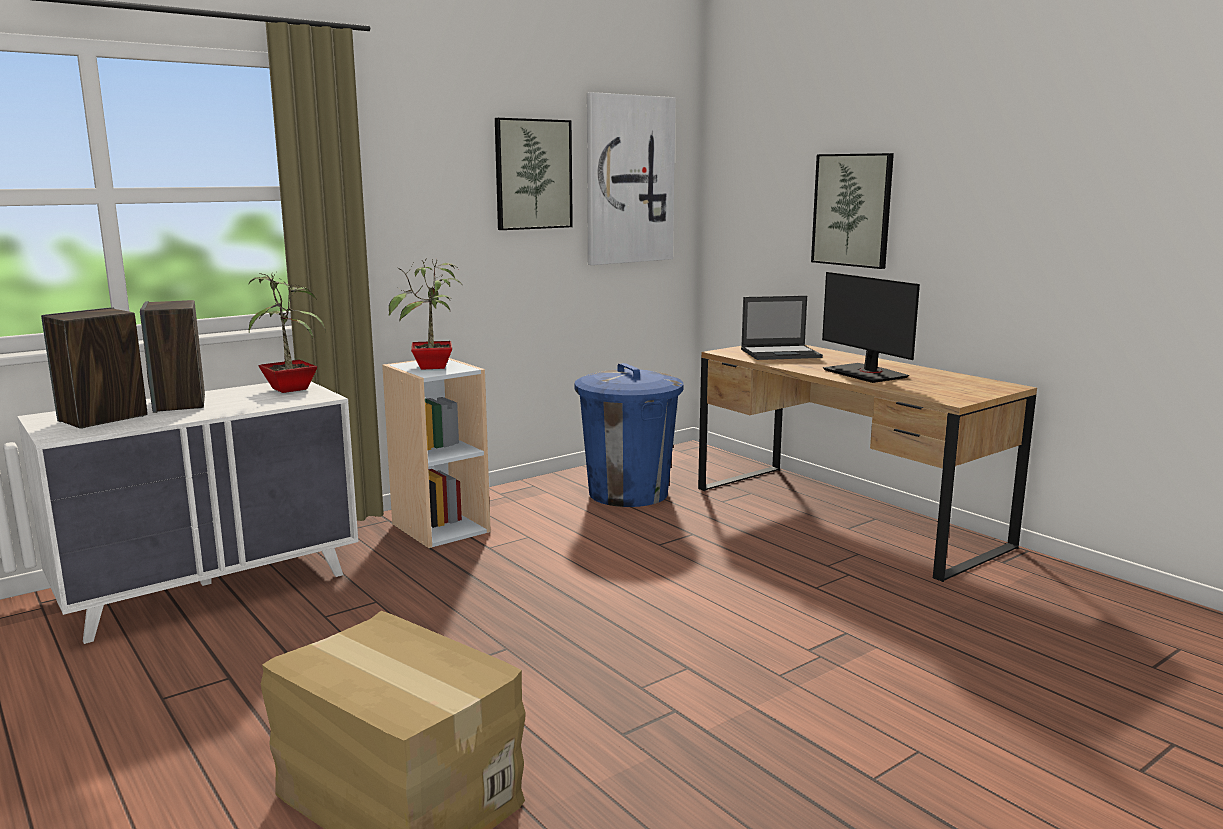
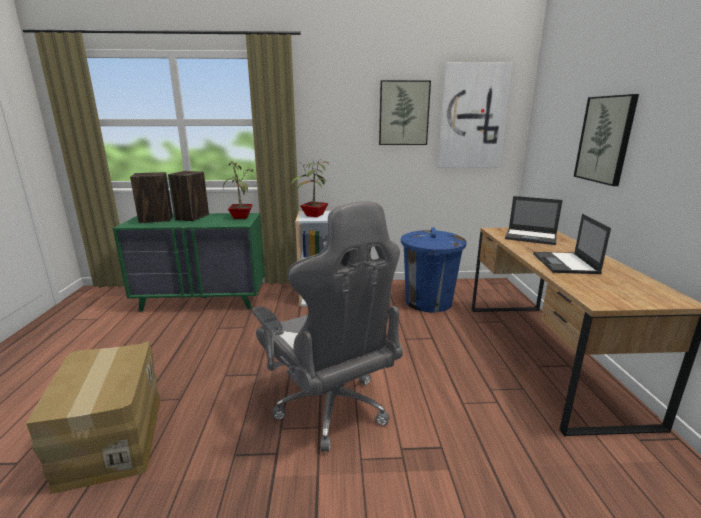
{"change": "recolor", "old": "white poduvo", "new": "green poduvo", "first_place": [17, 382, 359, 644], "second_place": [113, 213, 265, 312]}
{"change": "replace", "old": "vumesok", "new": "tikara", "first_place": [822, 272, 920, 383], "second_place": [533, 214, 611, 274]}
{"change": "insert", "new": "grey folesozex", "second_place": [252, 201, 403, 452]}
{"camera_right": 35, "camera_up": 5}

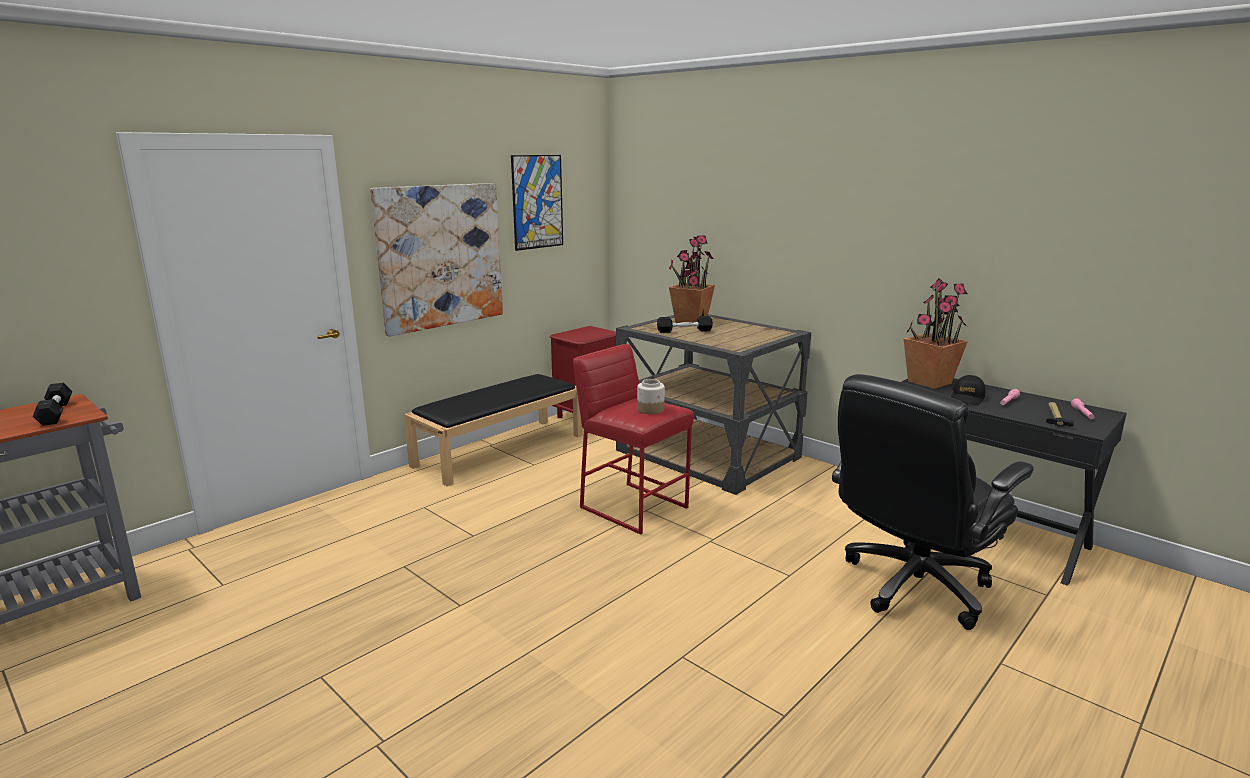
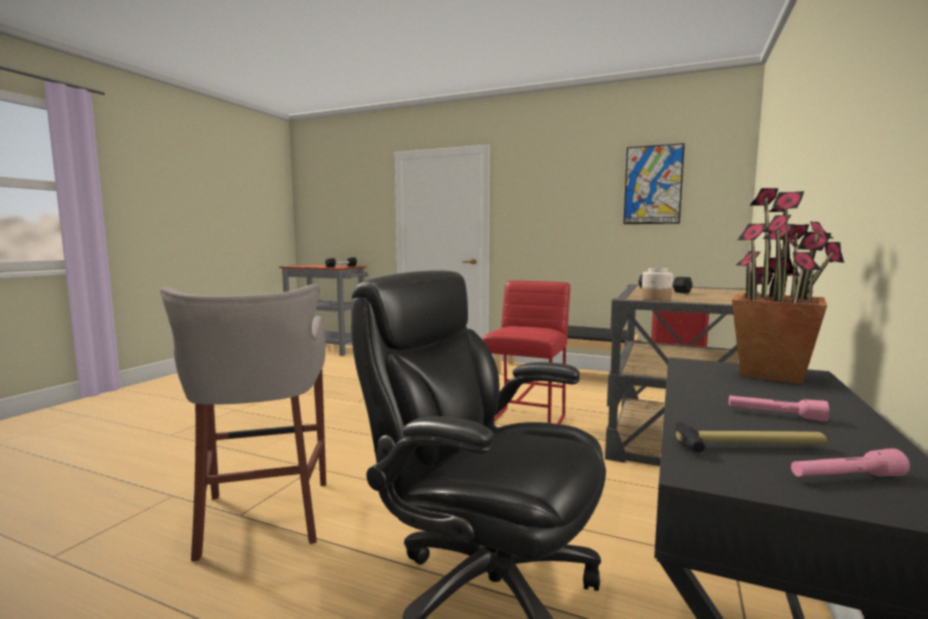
{"change": "delete", "old": "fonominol", "first_place": [370, 183, 503, 336]}
{"change": "move", "old": "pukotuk", "first_place": [637, 379, 665, 414], "second_place": [641, 268, 673, 301]}
{"change": "delete", "old": "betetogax", "first_place": [669, 235, 715, 323]}
{"change": "delete", "old": "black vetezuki", "first_place": [951, 375, 986, 405]}
{"change": "insert", "new": "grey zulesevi", "second_place": [160, 284, 326, 561]}
{"camera_right": 70, "camera_up": -10}

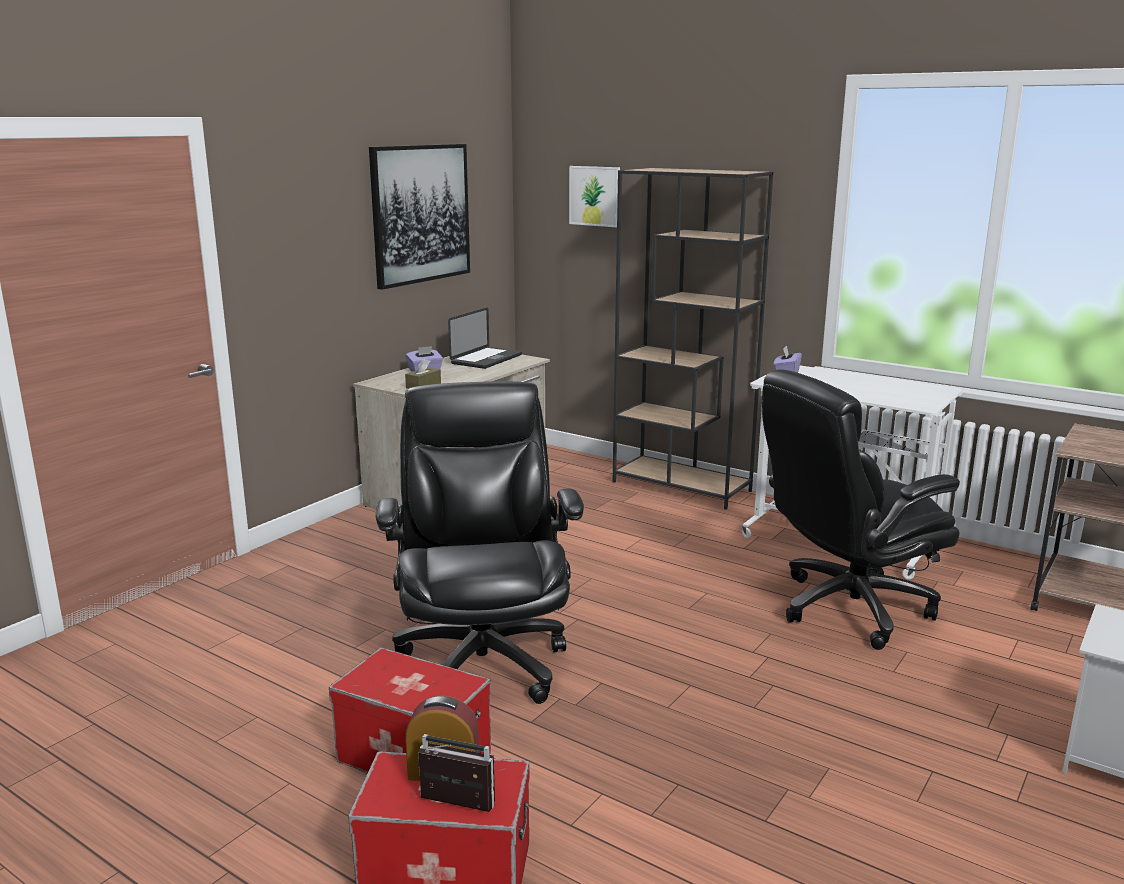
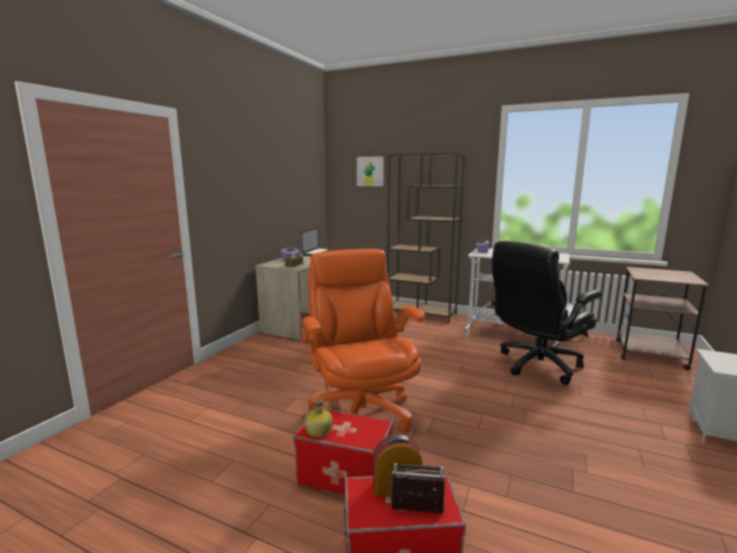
{"change": "delete", "old": "fonominol", "first_place": [369, 144, 470, 290]}
{"change": "recolor", "old": "black folesozex", "new": "orange folesozex", "first_place": [376, 381, 584, 704], "second_place": [302, 249, 425, 433]}
{"change": "insert", "new": "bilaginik", "second_place": [304, 398, 333, 437]}
{"camera_right": -10, "camera_up": -5}

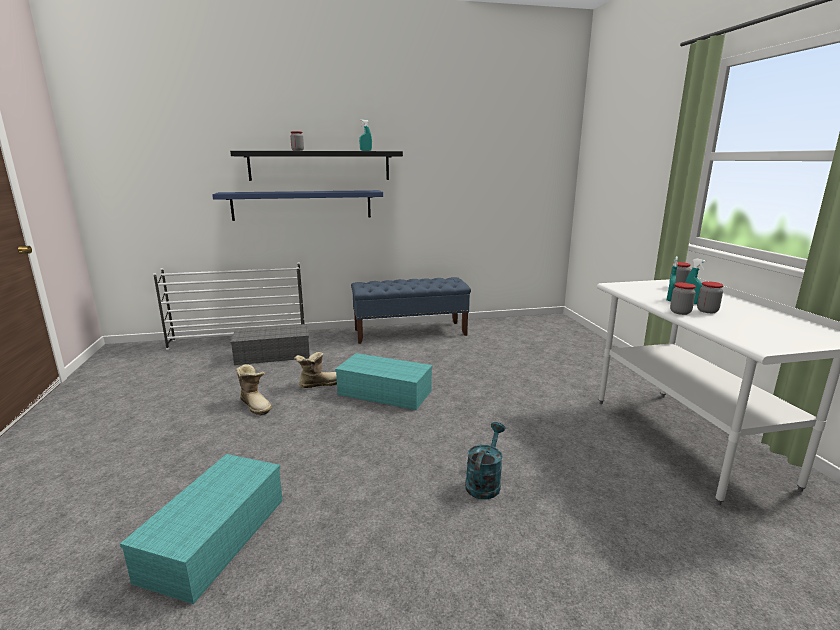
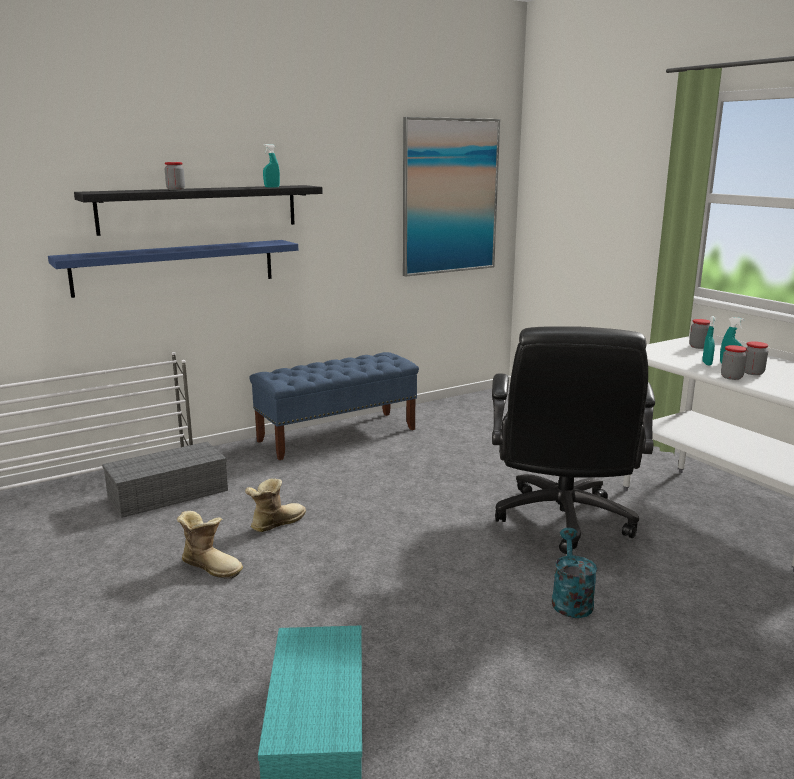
{"change": "delete", "old": "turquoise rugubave", "first_place": [335, 353, 432, 410]}
{"change": "insert", "new": "fonominol", "second_place": [403, 117, 500, 277]}
{"change": "insert", "new": "black folesozex", "second_place": [492, 326, 655, 554]}
{"camera_right": -20, "camera_up": 0}

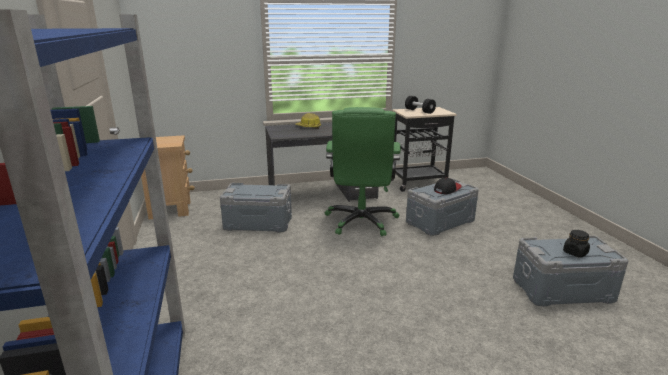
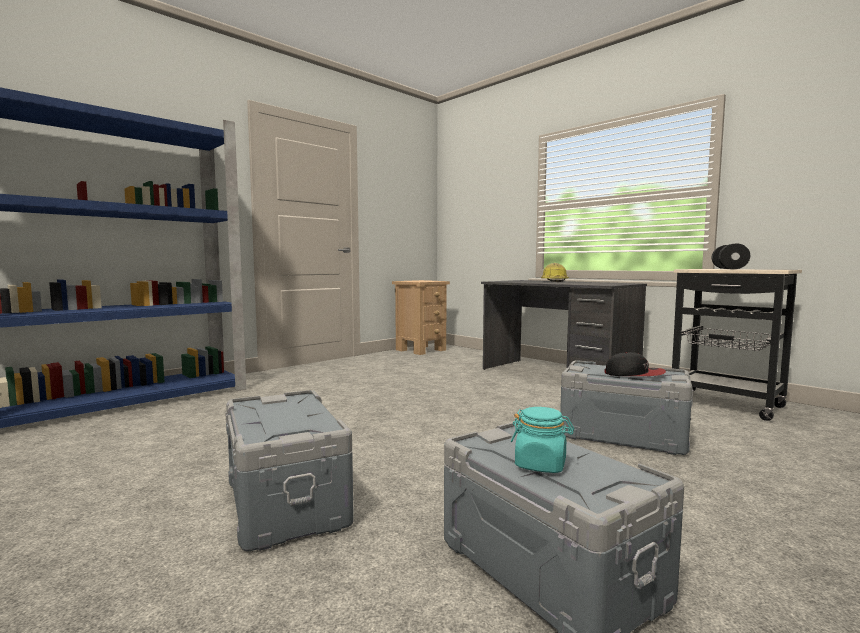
{"change": "move", "old": "grey rugubave", "first_place": [220, 183, 292, 232], "second_place": [225, 390, 354, 551]}
{"change": "delete", "old": "green folesozex", "first_place": [325, 107, 401, 236]}
{"change": "recolor", "old": "black pukotuk", "new": "turquoise pukotuk", "first_place": [563, 230, 590, 258], "second_place": [511, 407, 574, 473]}
{"camera_right": 60, "camera_up": -15}

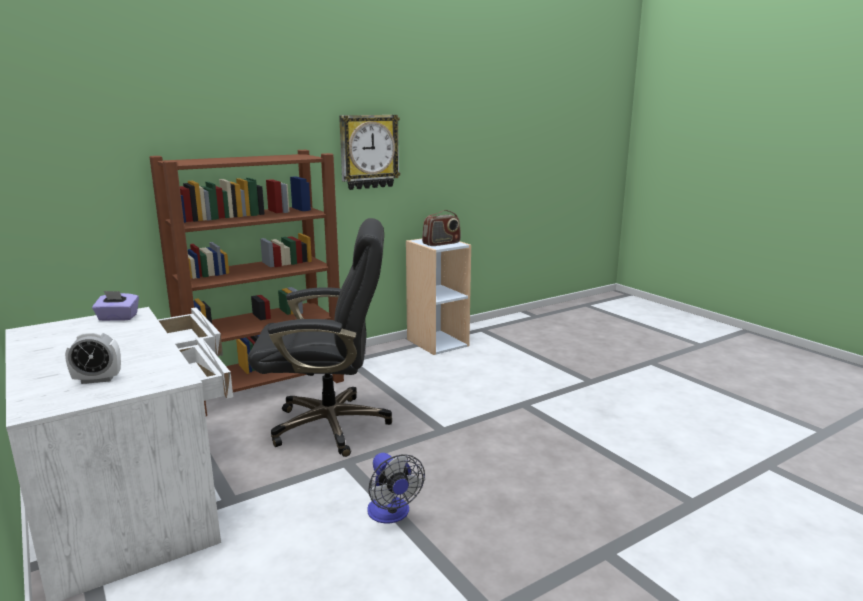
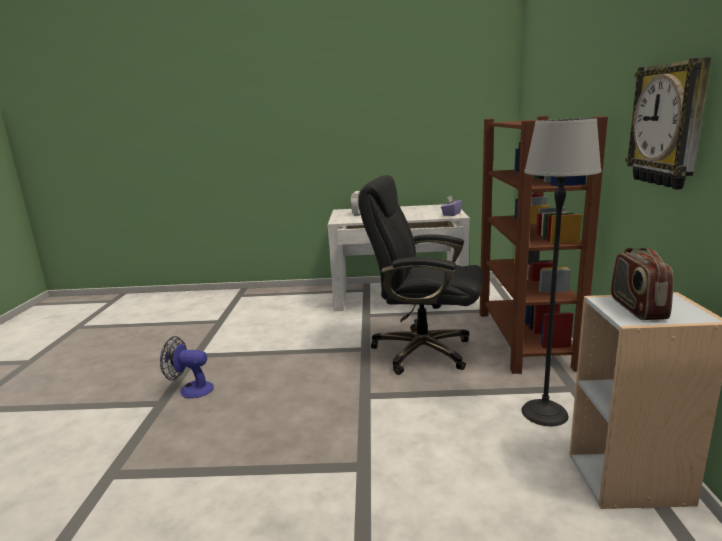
{"change": "rotate", "old": "black folesozex", "first_place": [248, 218, 392, 457], "second_place": [358, 175, 483, 375], "degrees": 75}
{"change": "move", "old": "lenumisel", "first_place": [367, 453, 425, 523], "second_place": [160, 336, 214, 398]}
{"change": "insert", "new": "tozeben", "second_place": [521, 118, 601, 426]}
{"camera_right": 125, "camera_up": 0}

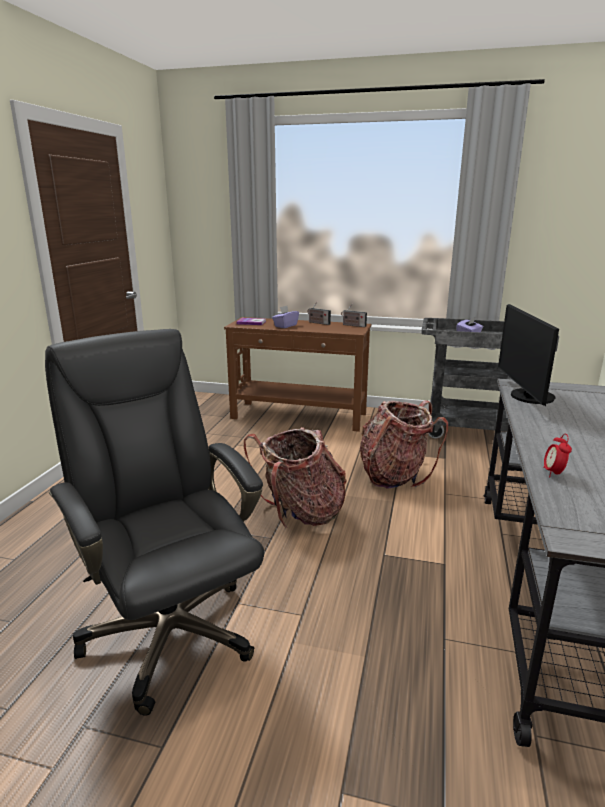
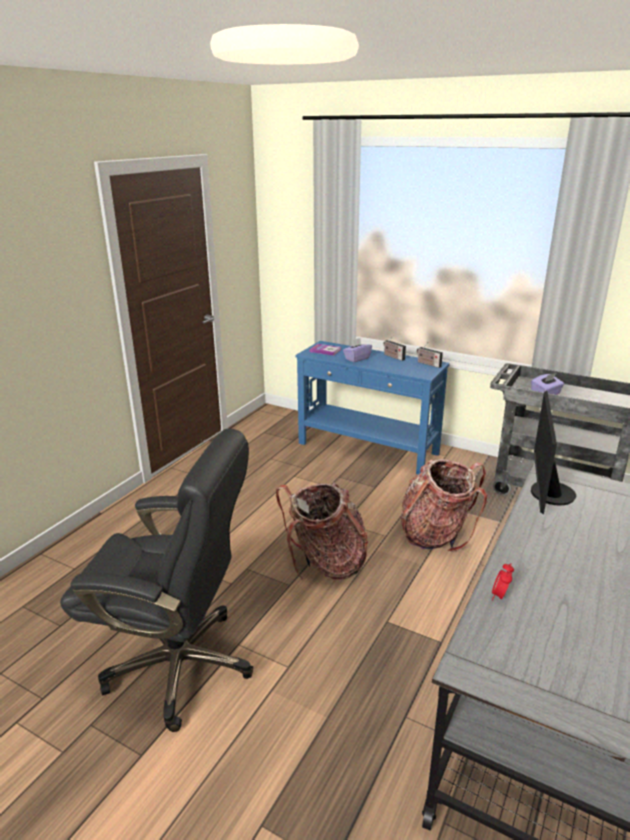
{"change": "rotate", "old": "black folesozex", "first_place": [45, 329, 264, 716], "second_place": [60, 428, 253, 732], "degrees": 120}
{"change": "recolor", "old": "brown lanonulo", "new": "blue lanonulo", "first_place": [224, 317, 371, 432], "second_place": [296, 341, 450, 475]}
{"camera_right": 15, "camera_up": 5}

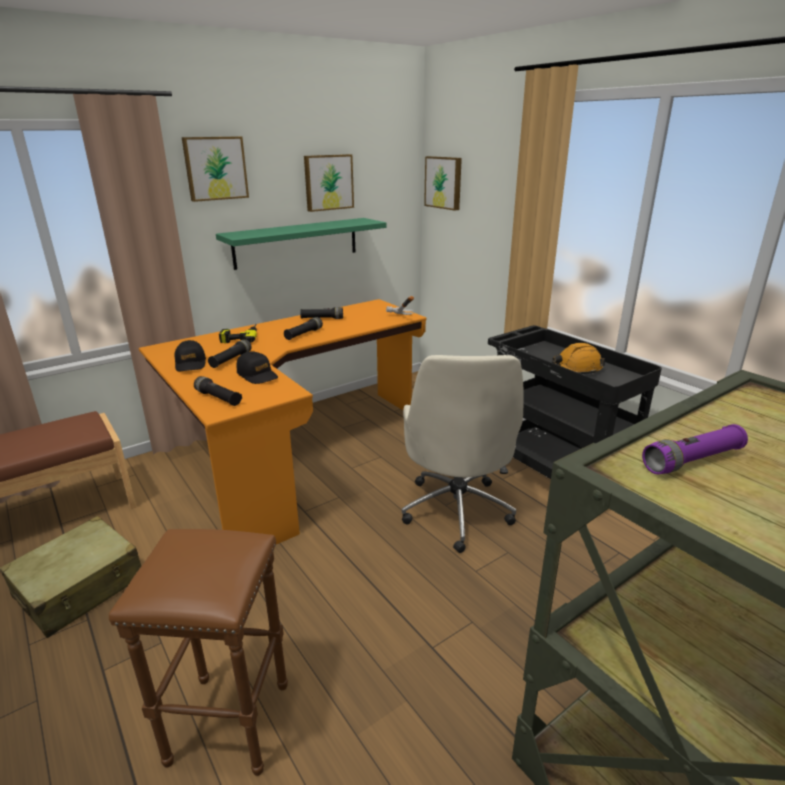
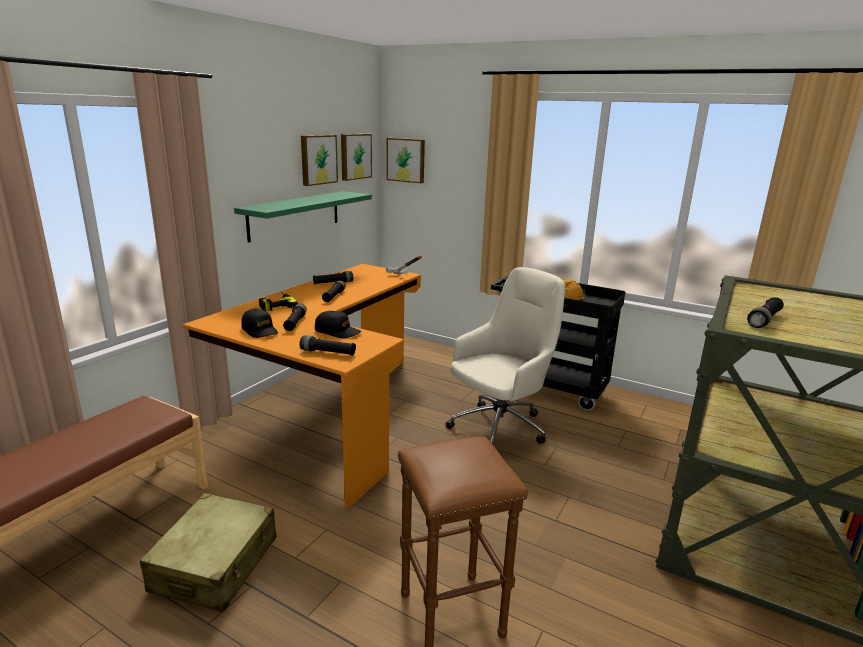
{"change": "move", "old": "fonominol", "first_place": [182, 137, 249, 202], "second_place": [341, 134, 372, 181]}
{"change": "rotate", "old": "beige folesozex", "first_place": [402, 355, 524, 553], "second_place": [446, 267, 565, 445], "degrees": -105}
{"change": "recolor", "old": "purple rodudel", "new": "black rodudel", "first_place": [642, 424, 748, 474], "second_place": [747, 297, 784, 328]}
{"camera_right": -25, "camera_up": -5}

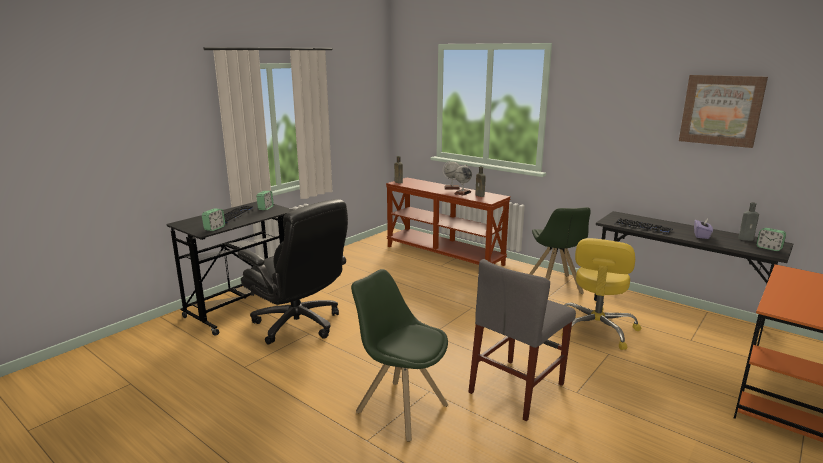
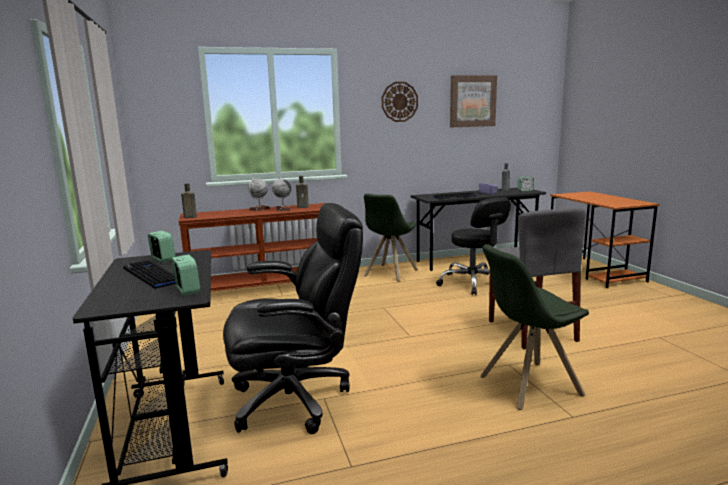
{"change": "rotate", "old": "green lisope", "first_place": [529, 207, 591, 294], "second_place": [364, 194, 418, 281], "degrees": 90}
{"change": "recolor", "old": "yellow folesozex", "new": "black folesozex", "first_place": [561, 238, 641, 350], "second_place": [436, 197, 511, 295]}
{"change": "insert", "new": "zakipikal", "second_place": [382, 82, 418, 122]}
{"camera_right": -55, "camera_up": -5}

